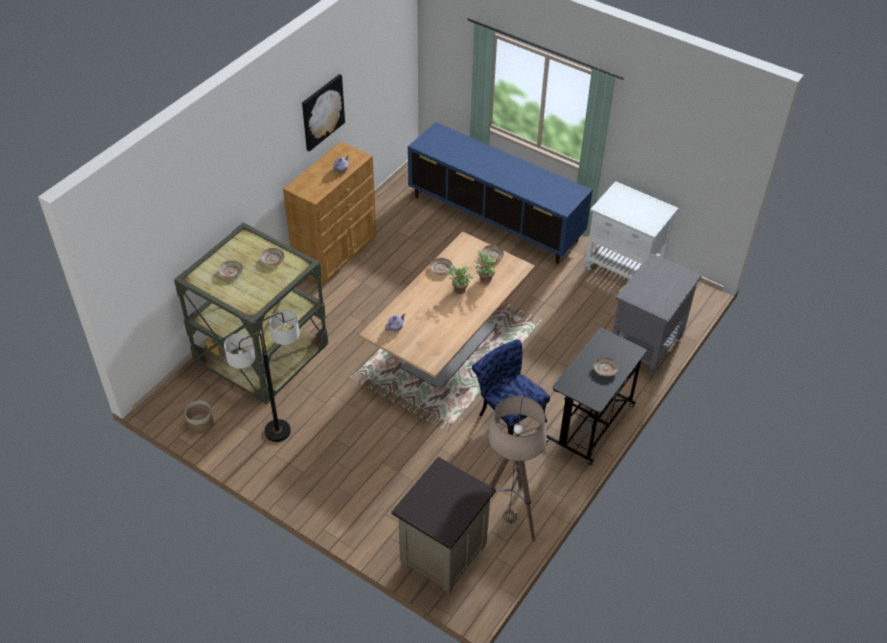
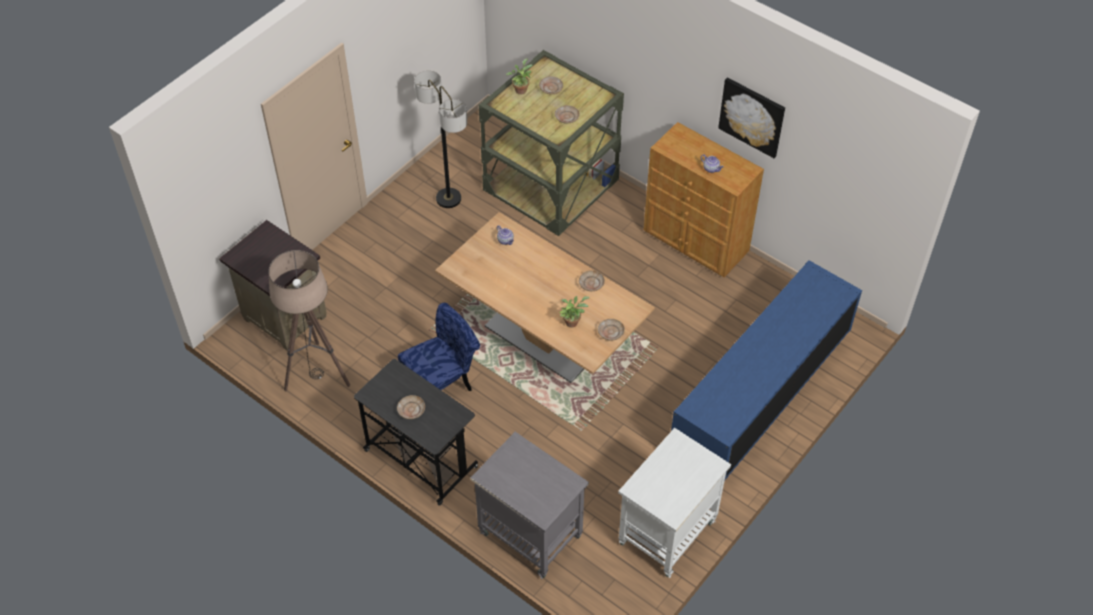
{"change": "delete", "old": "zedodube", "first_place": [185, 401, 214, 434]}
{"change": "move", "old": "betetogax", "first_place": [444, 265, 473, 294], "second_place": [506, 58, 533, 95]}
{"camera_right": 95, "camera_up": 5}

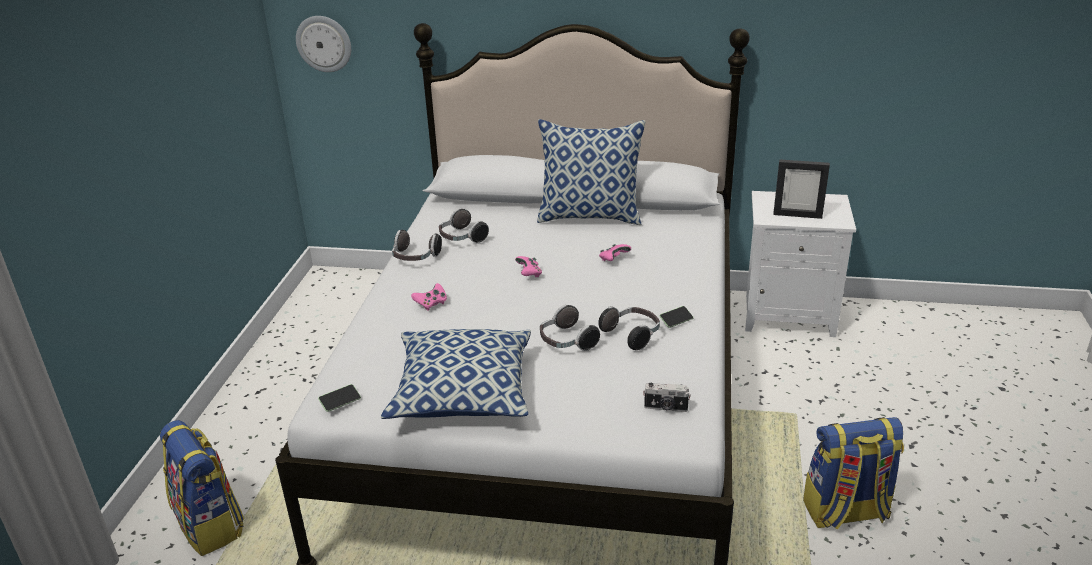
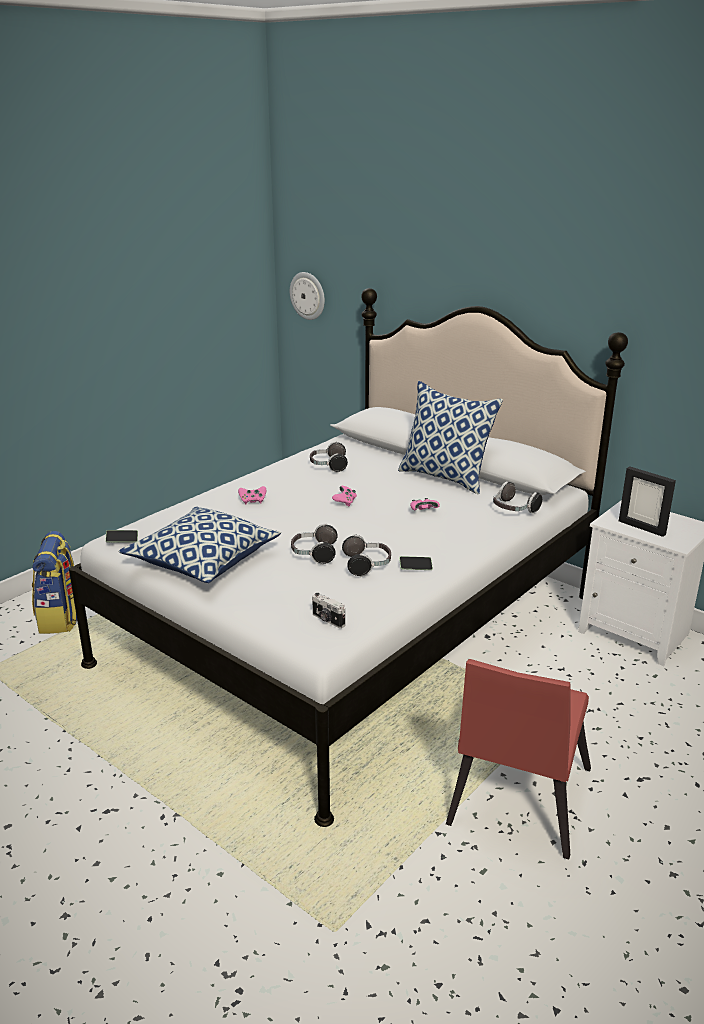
{"change": "move", "old": "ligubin", "first_place": [392, 230, 442, 261], "second_place": [493, 481, 542, 514]}
{"change": "replace", "old": "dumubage", "new": "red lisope", "first_place": [803, 417, 904, 530], "second_place": [446, 659, 591, 859]}
{"camera_right": 30, "camera_up": -5}

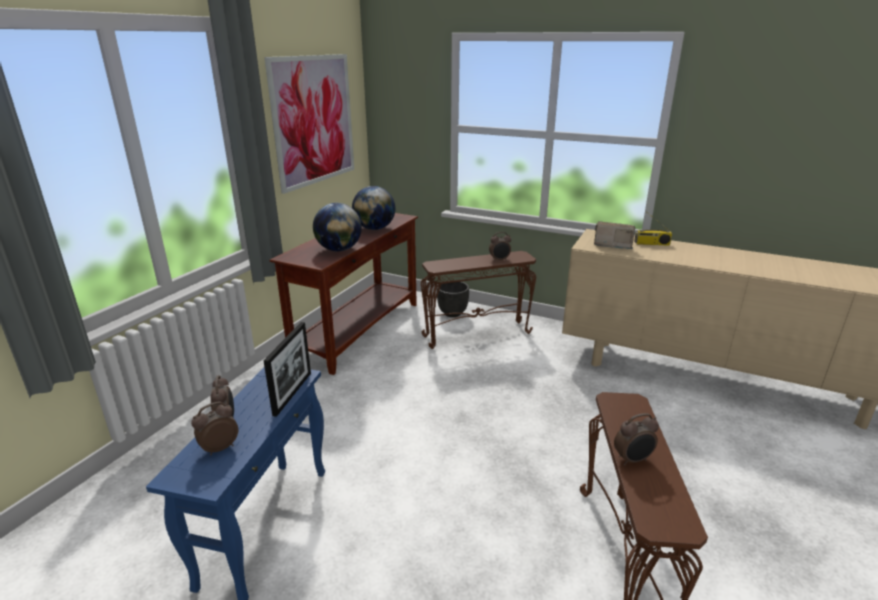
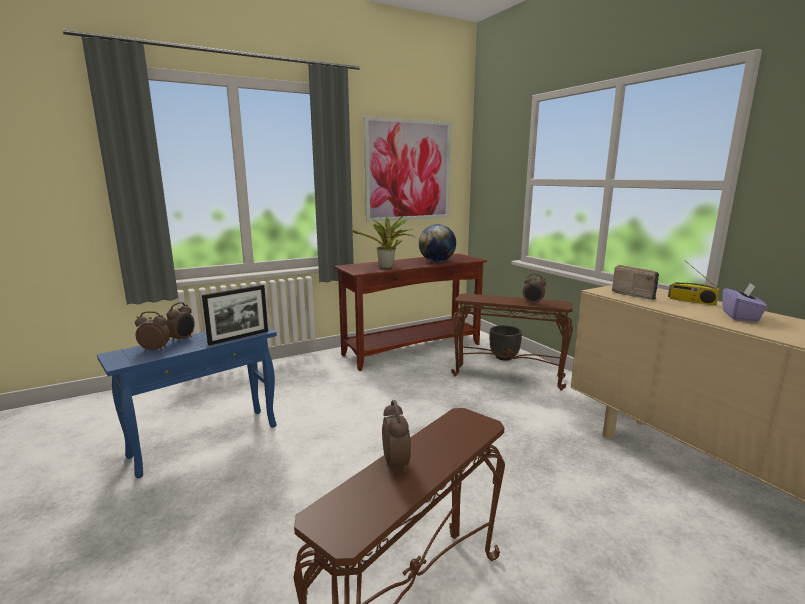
{"change": "replace", "old": "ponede", "new": "betetogax", "first_place": [313, 203, 362, 251], "second_place": [353, 216, 414, 269]}
{"change": "rotate", "old": "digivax", "first_place": [614, 413, 659, 466], "second_place": [382, 400, 411, 473], "degrees": -120}
{"change": "insert", "new": "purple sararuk", "second_place": [722, 283, 768, 322]}
{"camera_right": 35, "camera_up": -10}

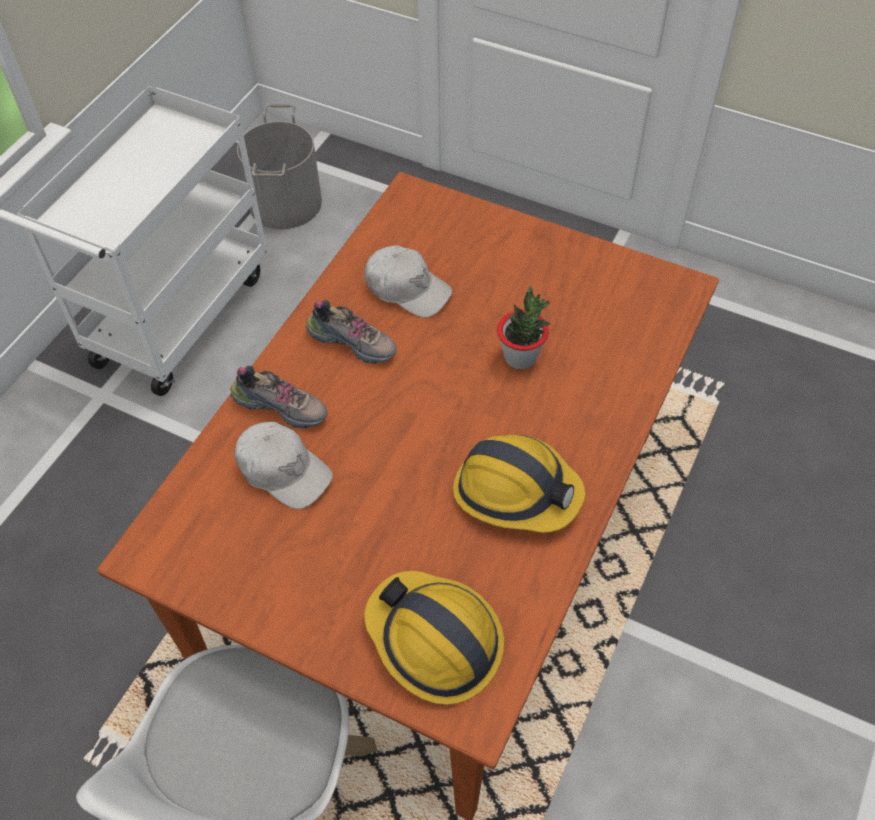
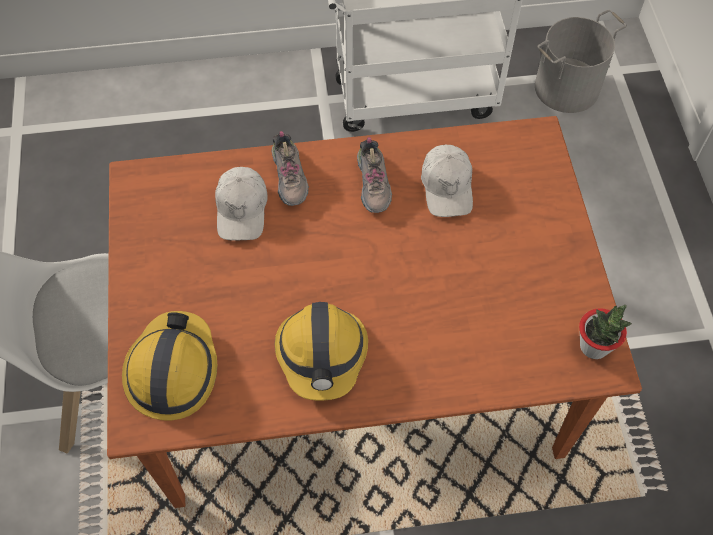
{"change": "move", "old": "betetogax", "first_place": [497, 286, 550, 369], "second_place": [579, 305, 632, 359]}
{"camera_right": 55, "camera_up": 5}

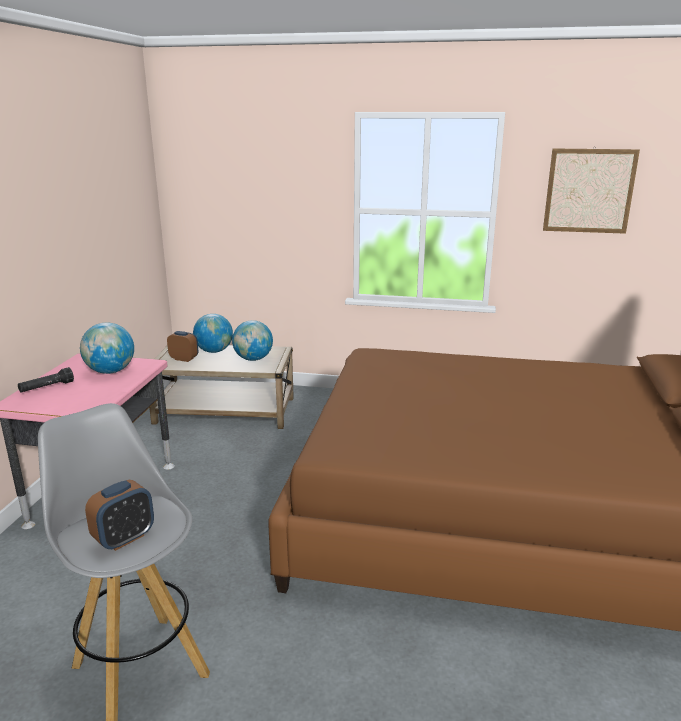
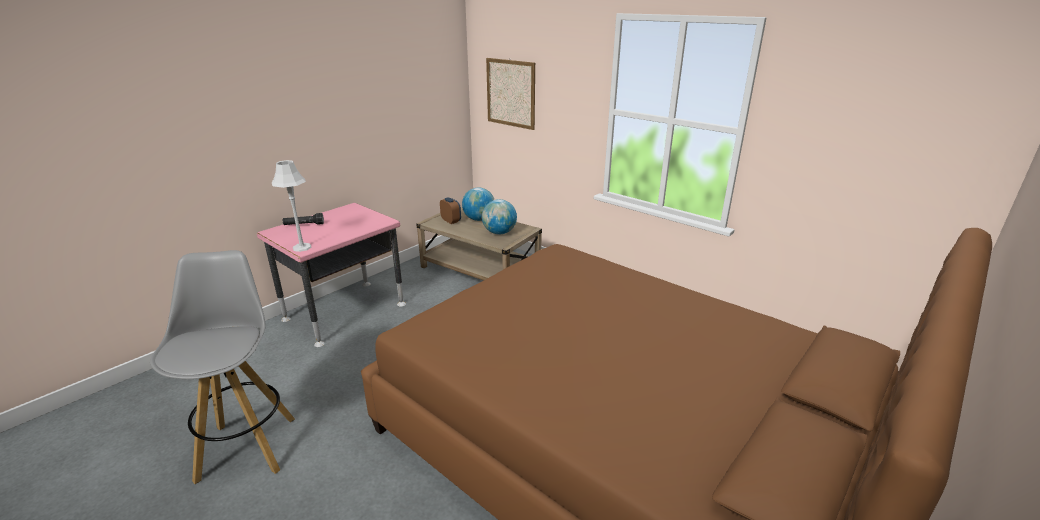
{"change": "delete", "old": "ponede", "first_place": [80, 323, 134, 374]}
{"change": "delete", "old": "digivax", "first_place": [85, 480, 154, 551]}
{"change": "move", "old": "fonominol", "first_place": [543, 147, 640, 234], "second_place": [486, 58, 535, 130]}
{"change": "insert", "new": "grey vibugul", "second_place": [272, 160, 312, 252]}
{"camera_right": 30, "camera_up": 5}

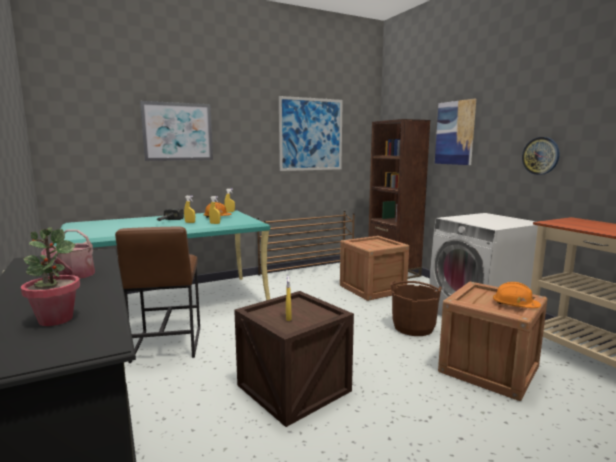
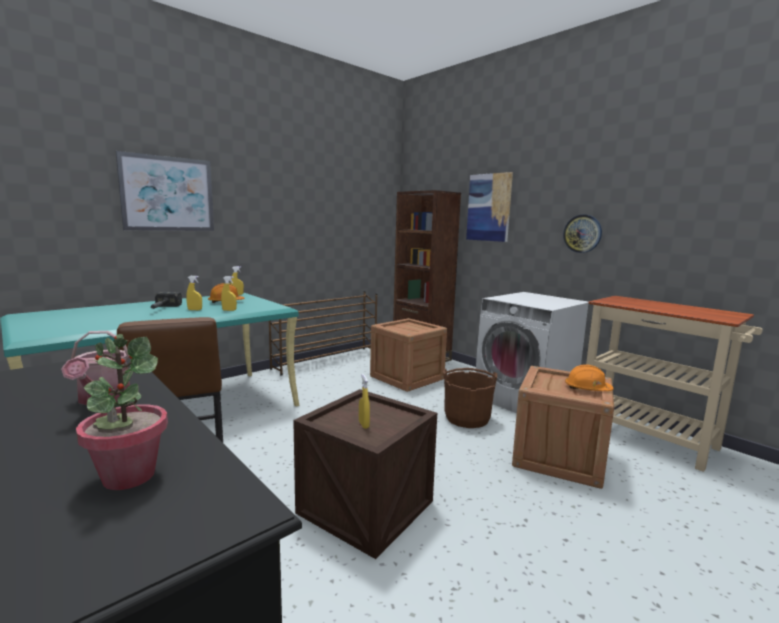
{"change": "delete", "old": "fonominol", "first_place": [279, 96, 343, 171]}
{"camera_right": -15, "camera_up": 0}

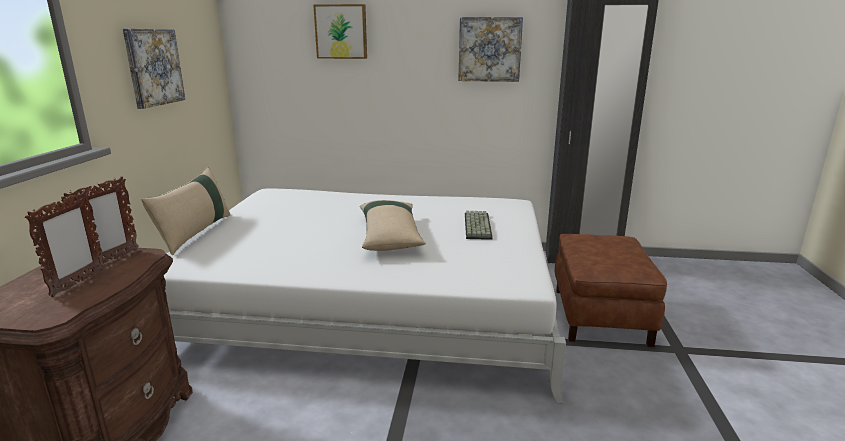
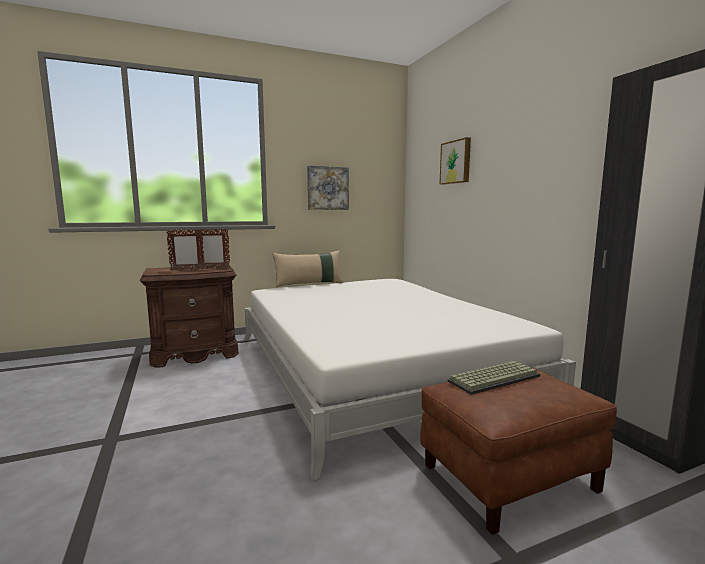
{"change": "delete", "old": "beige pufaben", "first_place": [360, 200, 426, 251]}
{"change": "delete", "old": "fonominol", "first_place": [458, 17, 523, 82]}
{"change": "move", "old": "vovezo", "first_place": [465, 211, 493, 240], "second_place": [448, 361, 541, 395]}
{"camera_right": 60, "camera_up": -10}

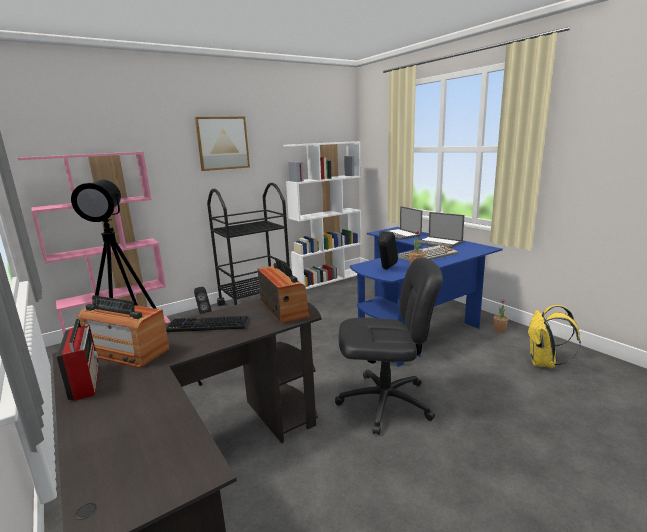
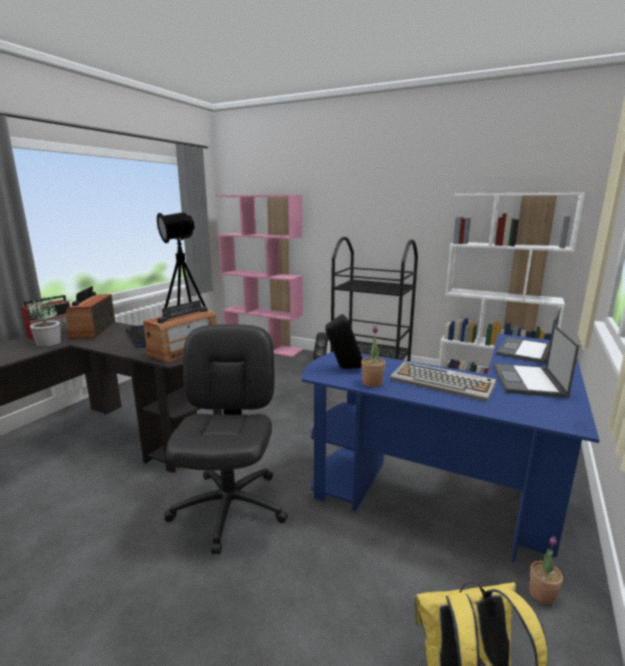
{"change": "delete", "old": "fonominol", "first_place": [195, 117, 250, 171]}
{"change": "rotate", "old": "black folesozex", "first_place": [335, 258, 443, 435], "second_place": [164, 324, 288, 554], "degrees": -150}
{"change": "insert", "new": "betetogax", "second_place": [29, 297, 61, 347]}
{"camera_right": 60, "camera_up": 0}

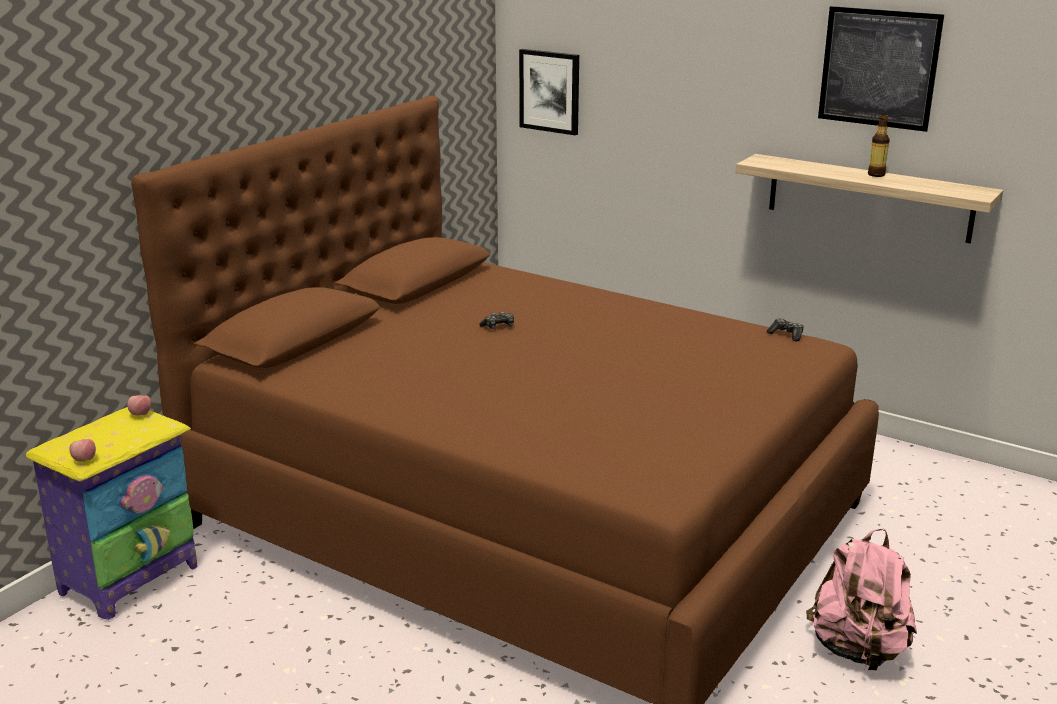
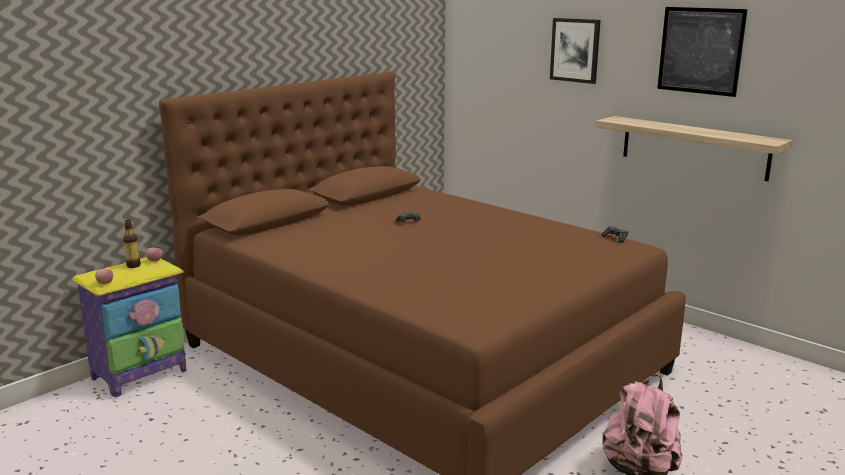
{"change": "move", "old": "fonominol", "first_place": [519, 49, 579, 135], "second_place": [550, 18, 601, 84]}
{"change": "move", "old": "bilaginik", "first_place": [868, 114, 890, 177], "second_place": [123, 220, 141, 268]}
{"camera_right": 10, "camera_up": -5}

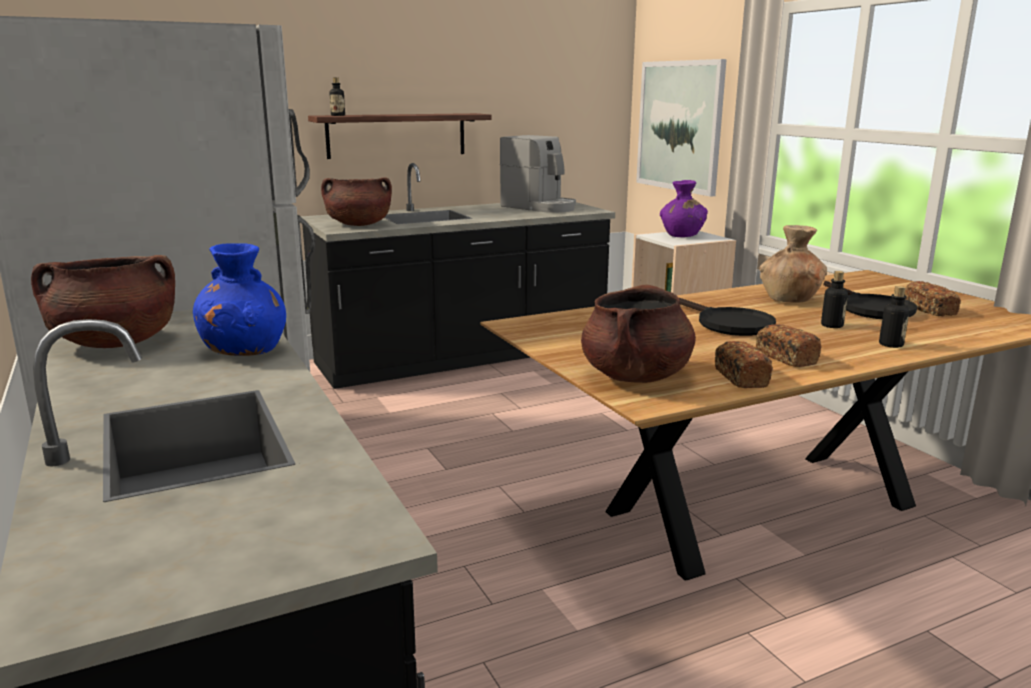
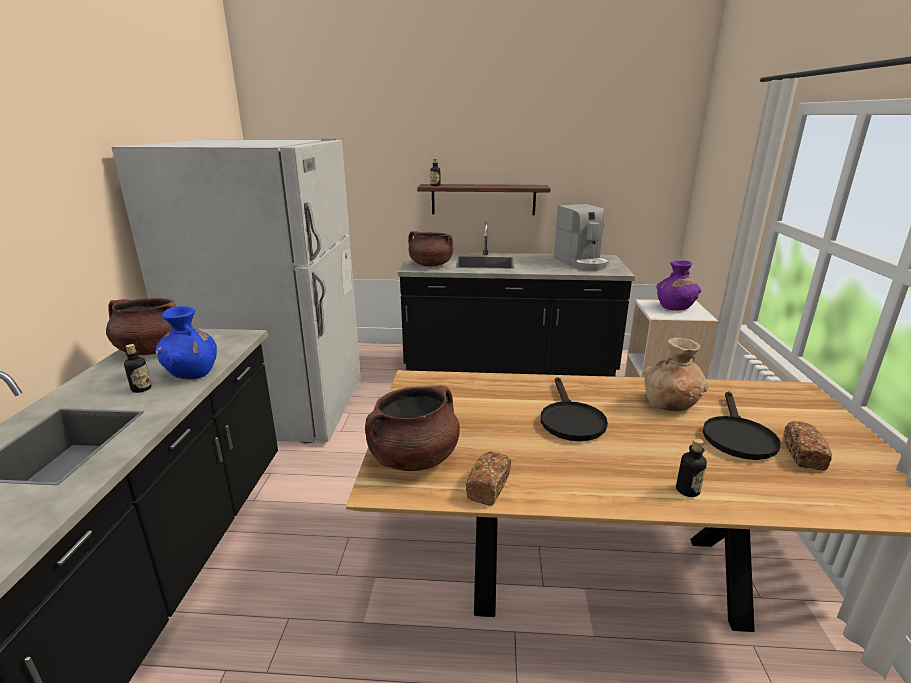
{"change": "delete", "old": "fonominol", "first_place": [636, 59, 727, 197]}
{"change": "delete", "old": "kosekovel", "first_place": [756, 324, 821, 367]}
{"change": "move", "old": "bilaginik", "first_place": [821, 271, 848, 328], "second_place": [124, 344, 151, 393]}
{"camera_right": 30, "camera_up": 5}

